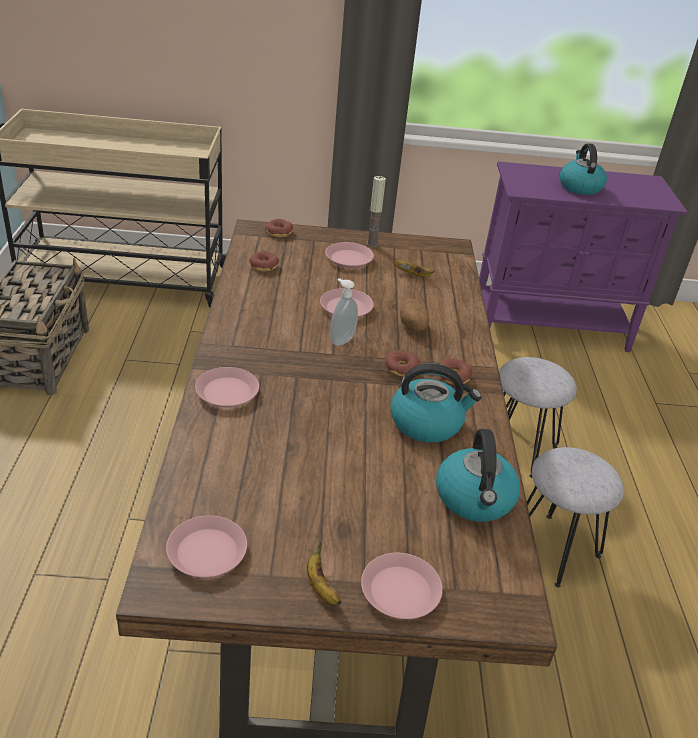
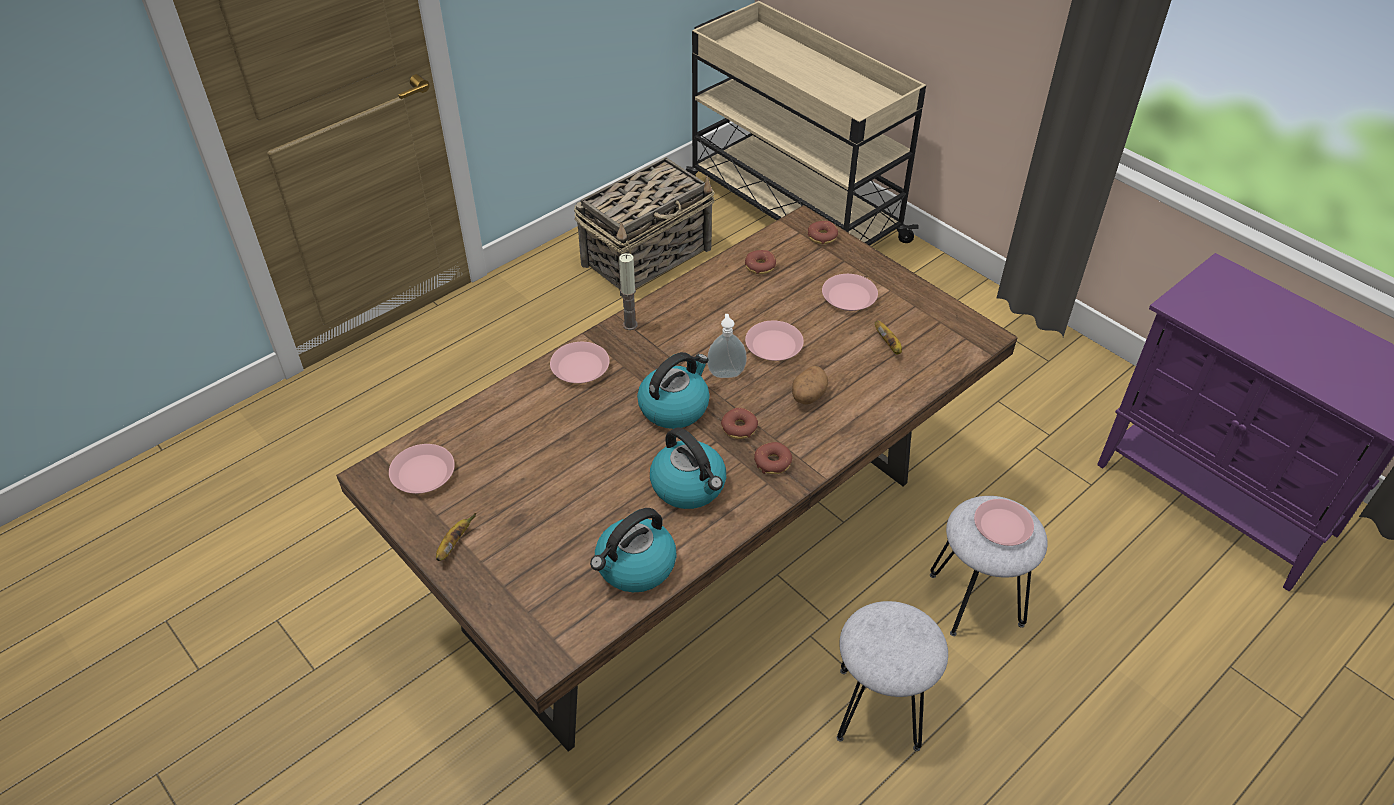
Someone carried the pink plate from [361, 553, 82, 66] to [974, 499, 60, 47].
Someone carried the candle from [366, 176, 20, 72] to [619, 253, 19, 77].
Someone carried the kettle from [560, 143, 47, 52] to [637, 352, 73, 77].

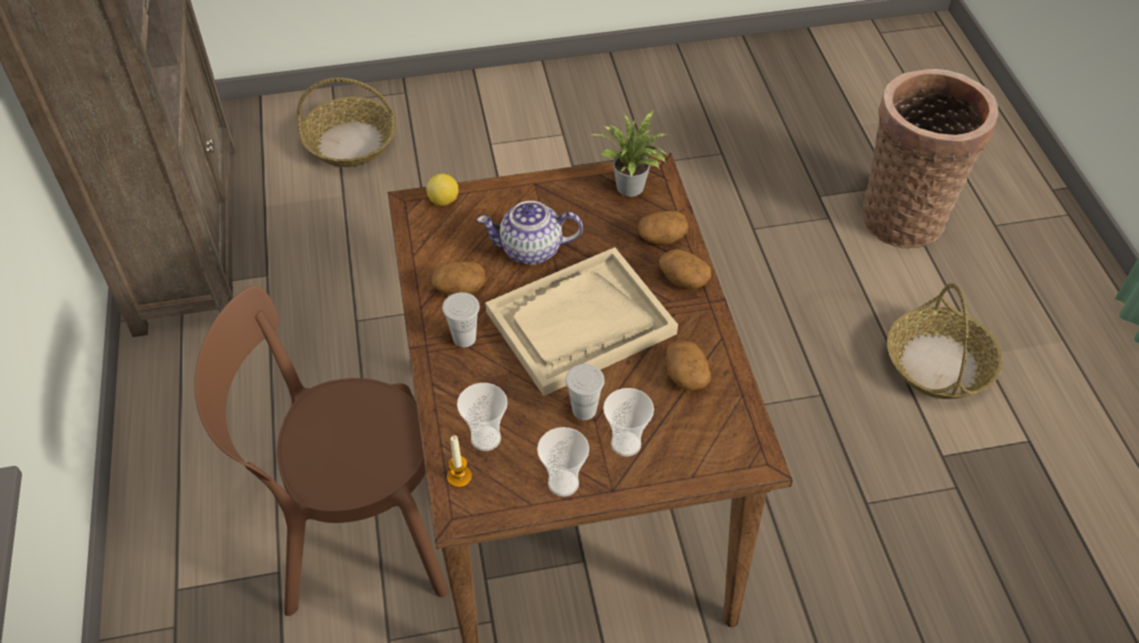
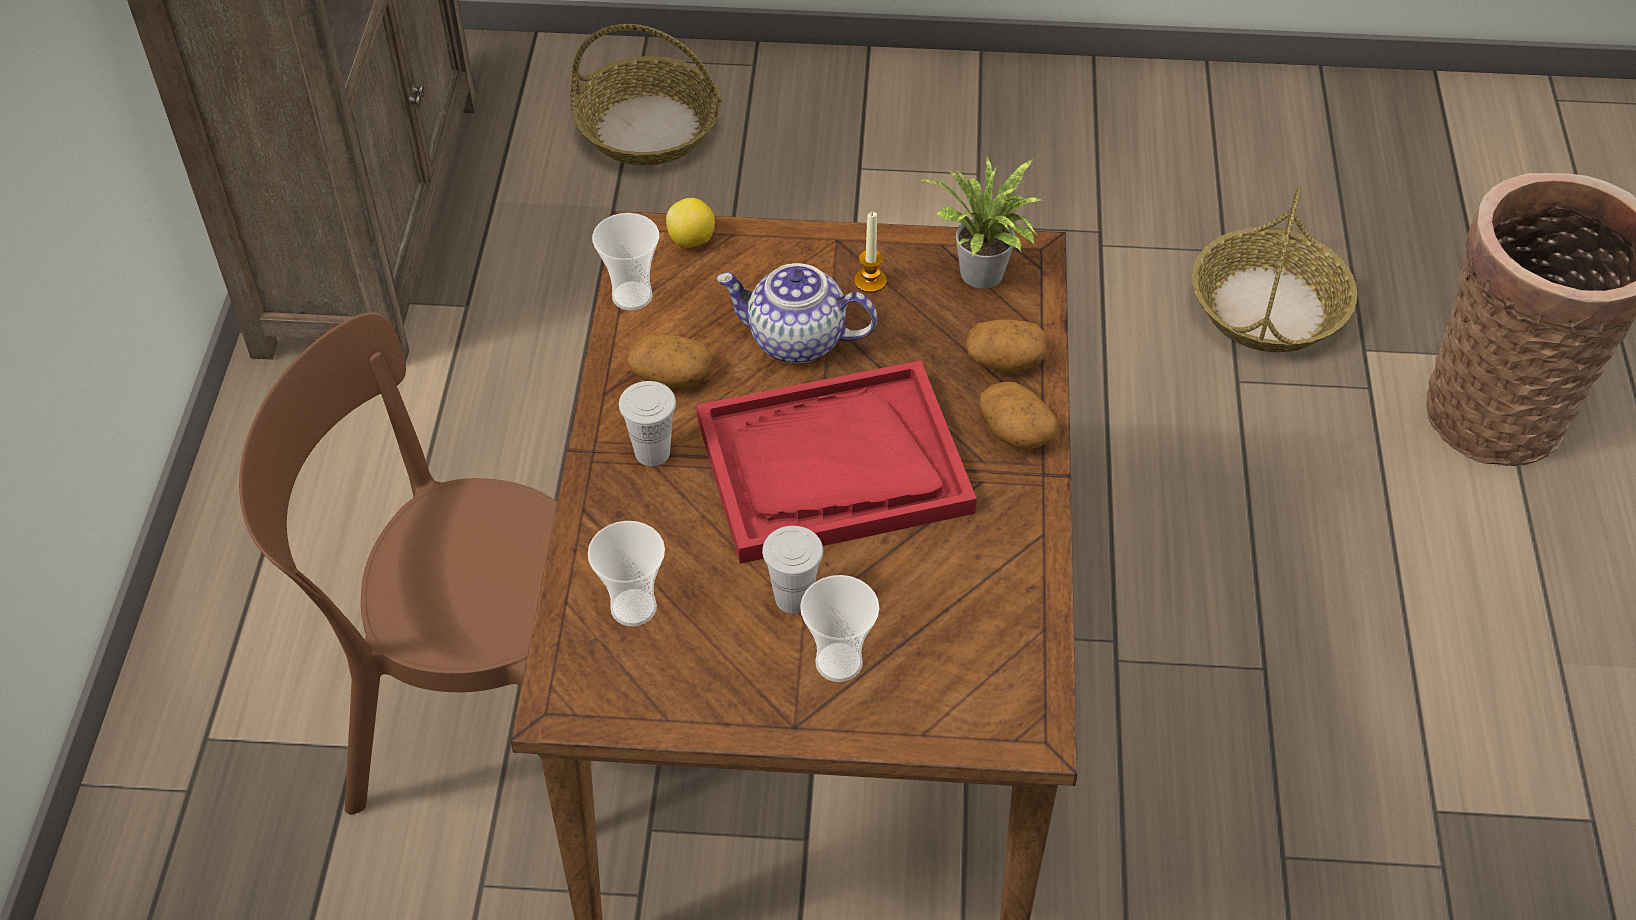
Someone carried the candle from [447, 435, 25, 53] to [854, 212, 32, 81].
Someone repainted the beige tray at [485, 247, 193, 149], which became the red tray at [696, 360, 281, 204].
Someone carried the cup from [537, 427, 52, 70] to [592, 213, 67, 97].
Someone took away the potato at [666, 341, 45, 50].
Someone carried the basket from [887, 283, 116, 116] to [1192, 186, 165, 166].

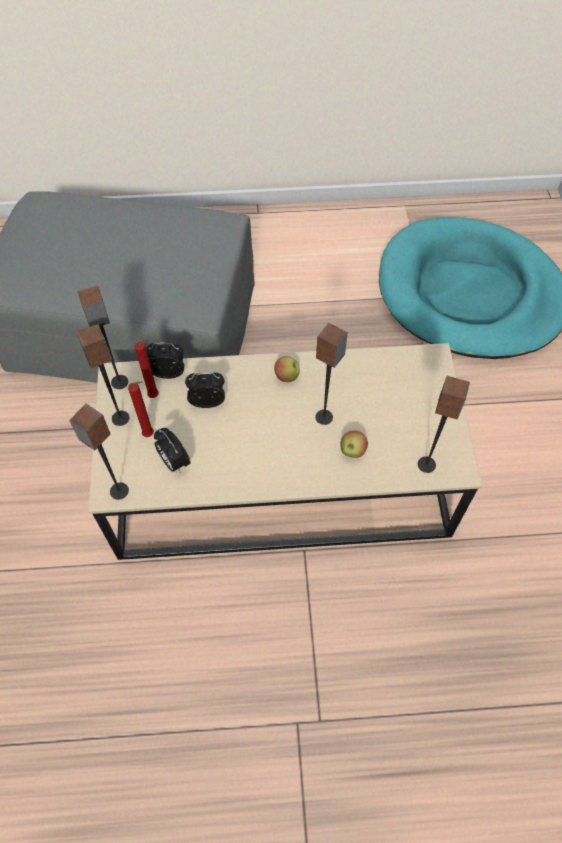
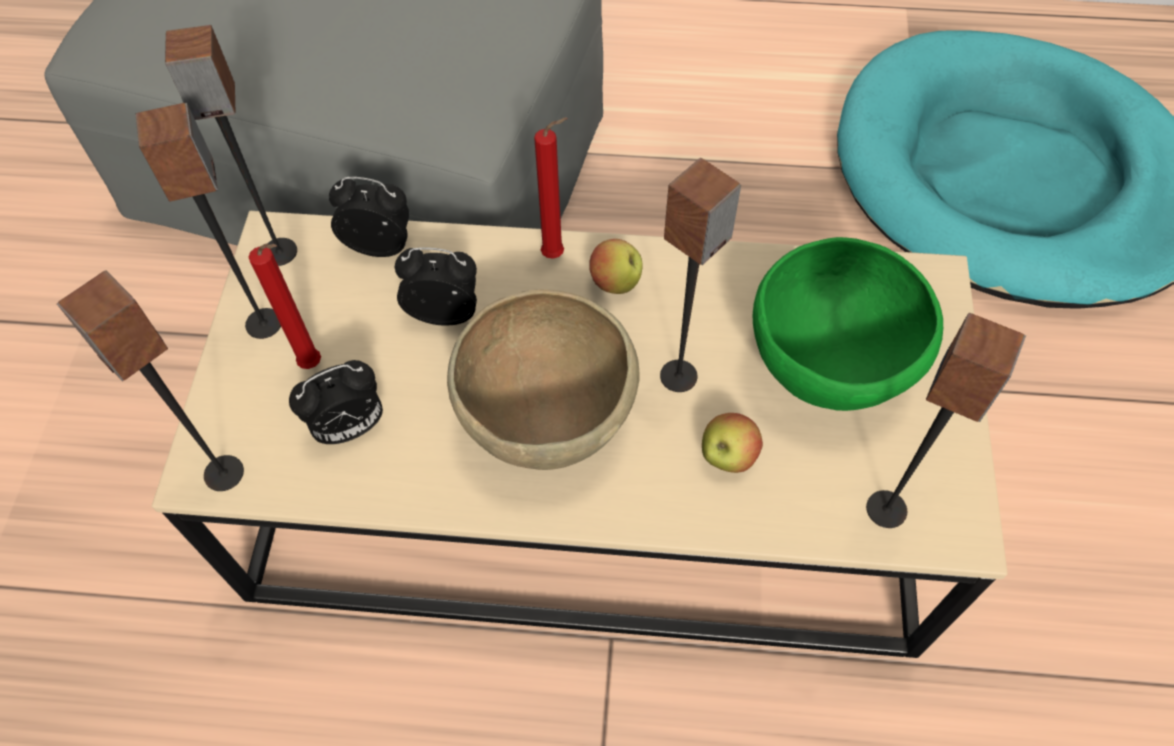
Someone carried the red candle from [135, 337, 24, 61] to [534, 117, 34, 142].
Someone rotated the alarm clock at [154, 428, 37, 45] by 90 degrees counterclockwise.
Someone put down the brown bowl at [447, 289, 193, 181].
Someone put down the green bowl at [753, 237, 190, 174].

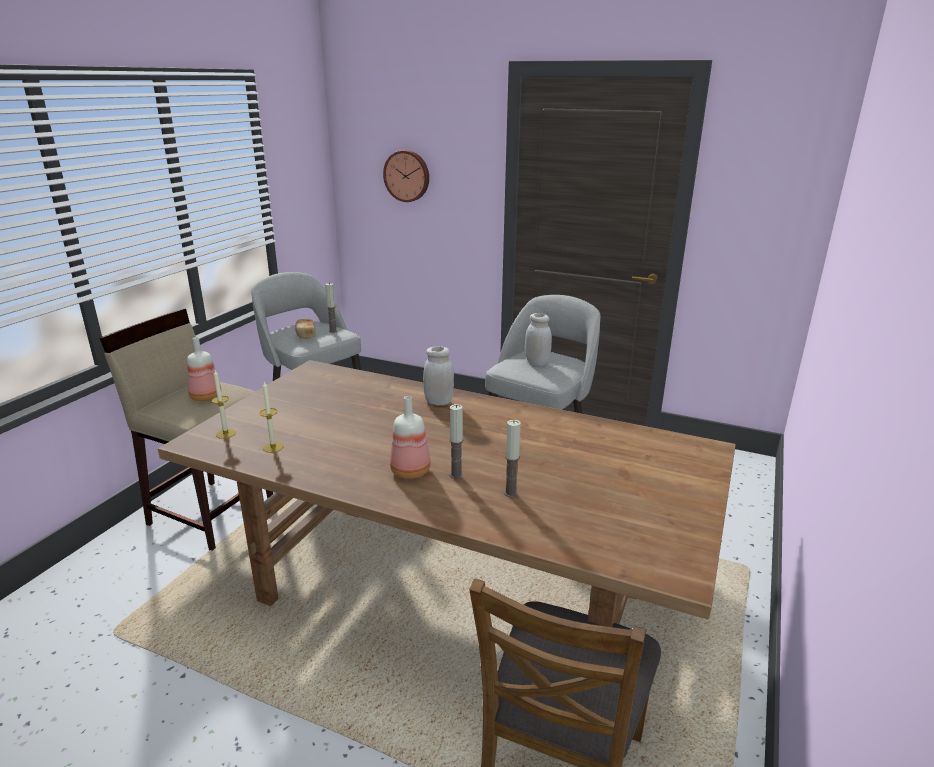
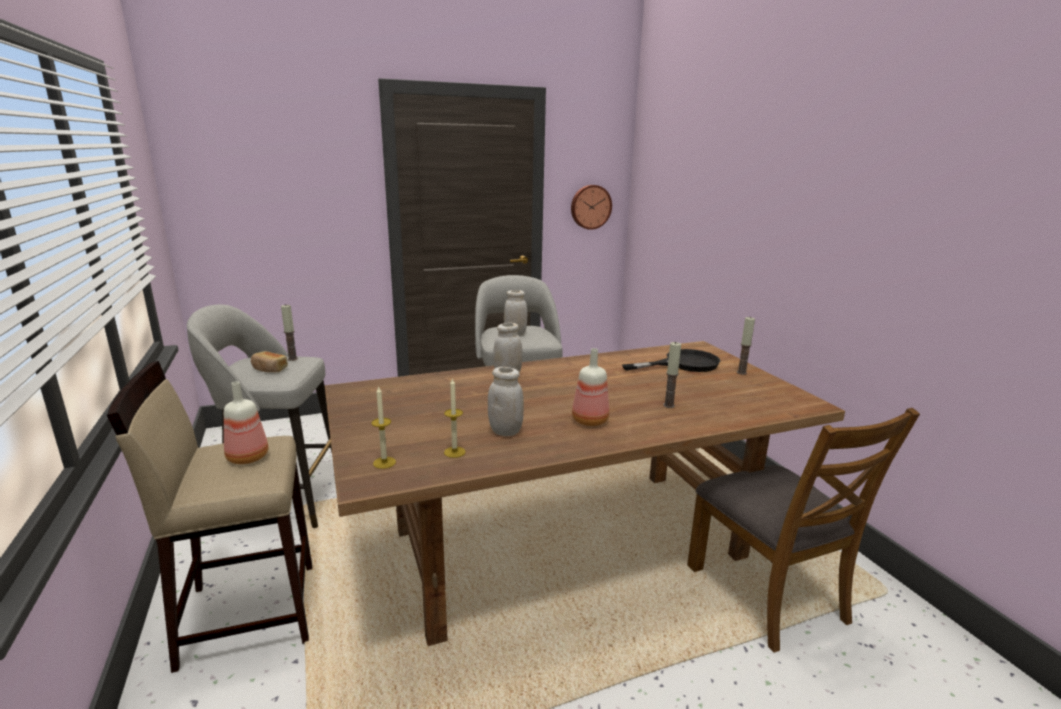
Someone carried the wall clock from [383, 150, 46, 52] to [571, 185, 41, 45].
Someone carried the candle from [449, 404, 14, 75] to [737, 316, 18, 59].
Someone put down the white jar at [488, 367, 36, 69].
Someone put down the black frying pan at [622, 349, 98, 23].

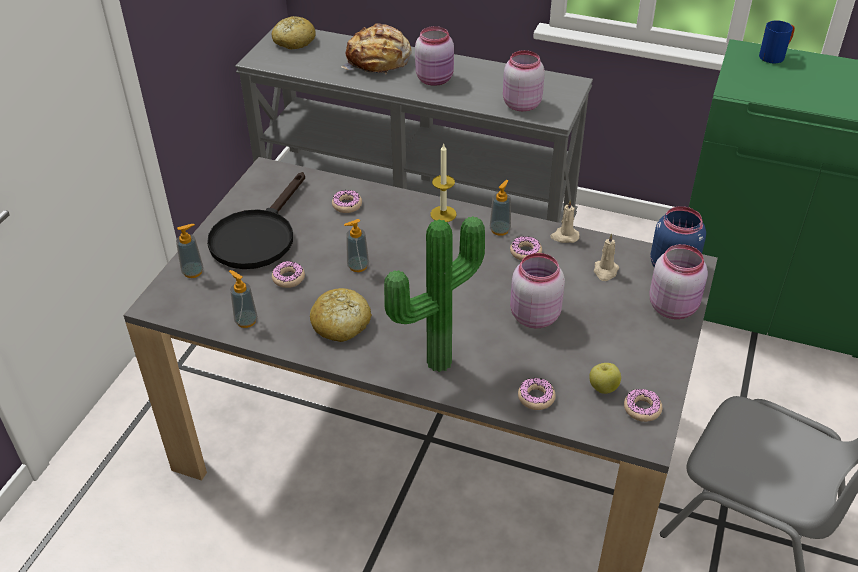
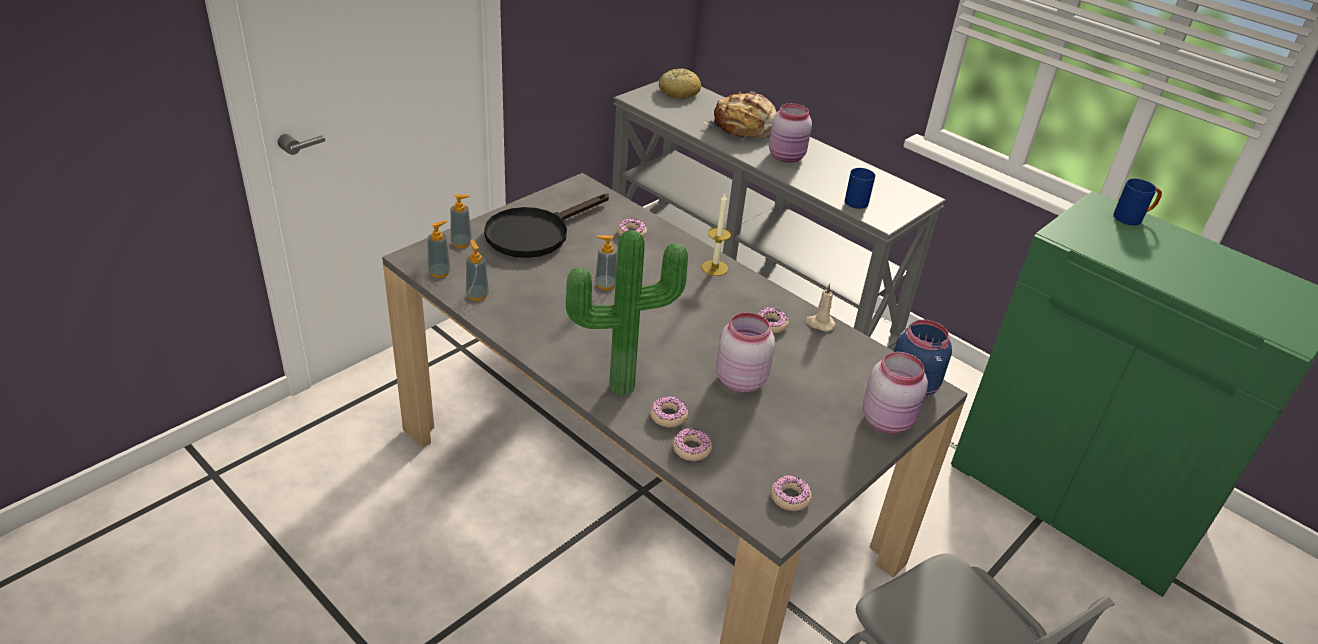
Someone carried the donut from [272, 261, 33, 27] to [650, 396, 38, 31].
Someone took away the bread at [310, 288, 62, 54].
Someone carried the soap dispenser from [490, 180, 21, 56] to [427, 221, 24, 57].
Someone swapped the pink jar at [503, 50, 42, 61] for the blue mug at [845, 168, 30, 41].
Someone took away the apple at [589, 363, 32, 31].
Someone took away the beige candle at [594, 233, 25, 48].

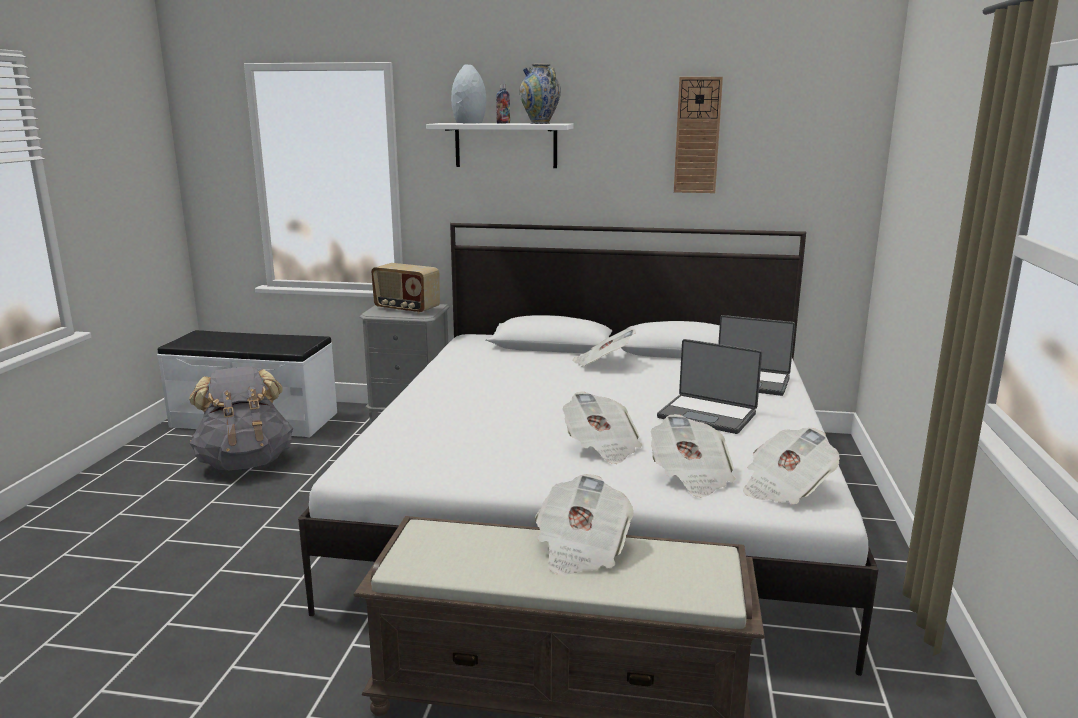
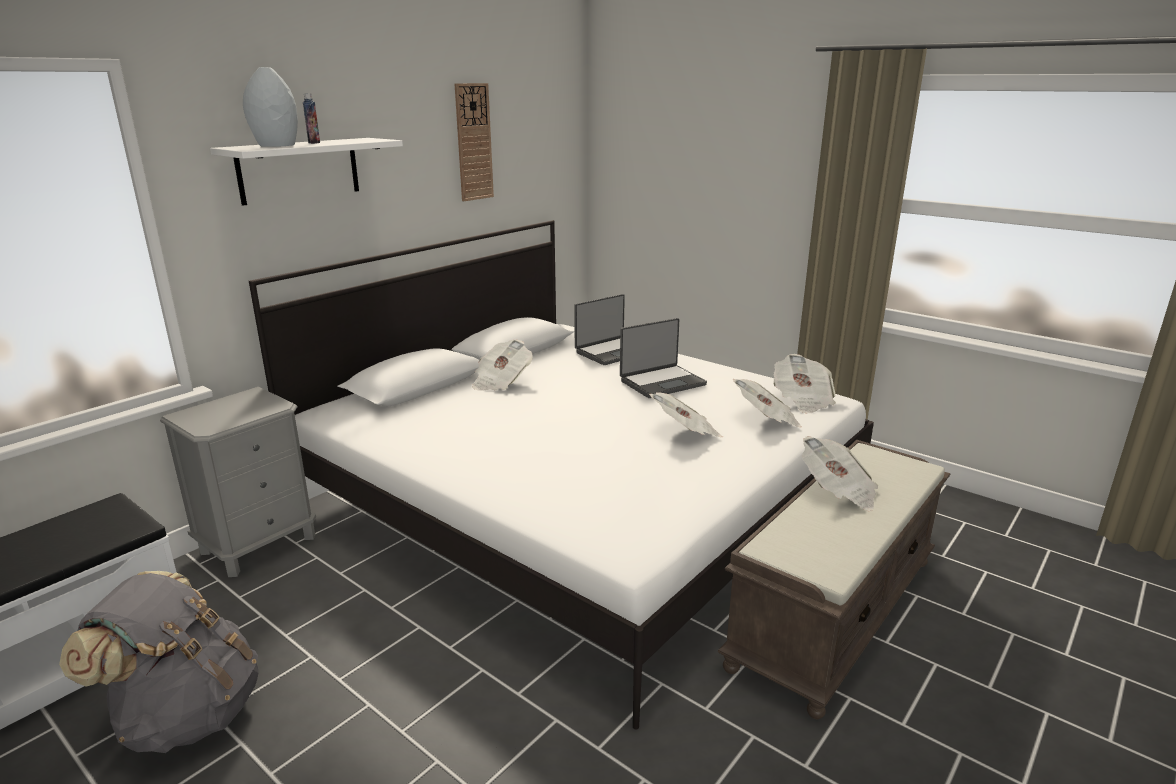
Someone took away the radio at [371, 263, 69, 51].
Someone took away the vase at [520, 64, 41, 60].

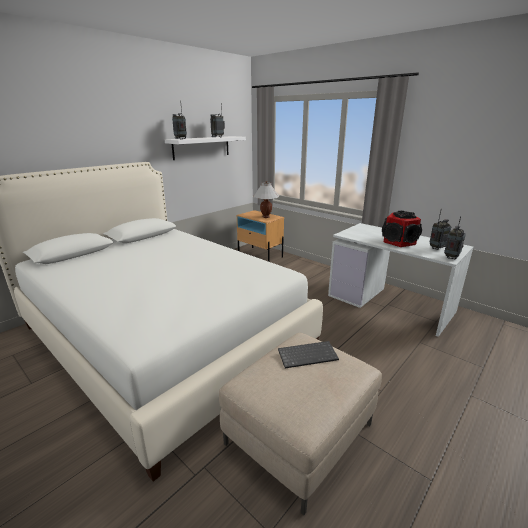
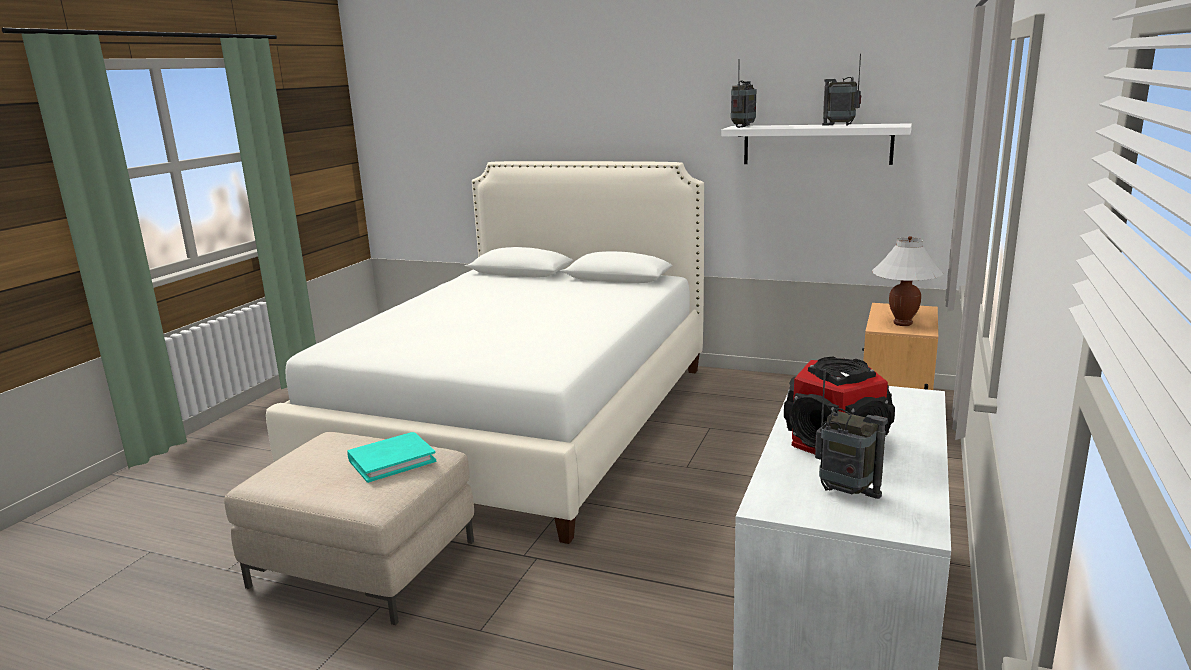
Someone swapped the keyboard at [278, 341, 61, 27] for the turquoise book at [347, 432, 89, 51].
Someone took away the radio at [444, 216, 22, 44].

